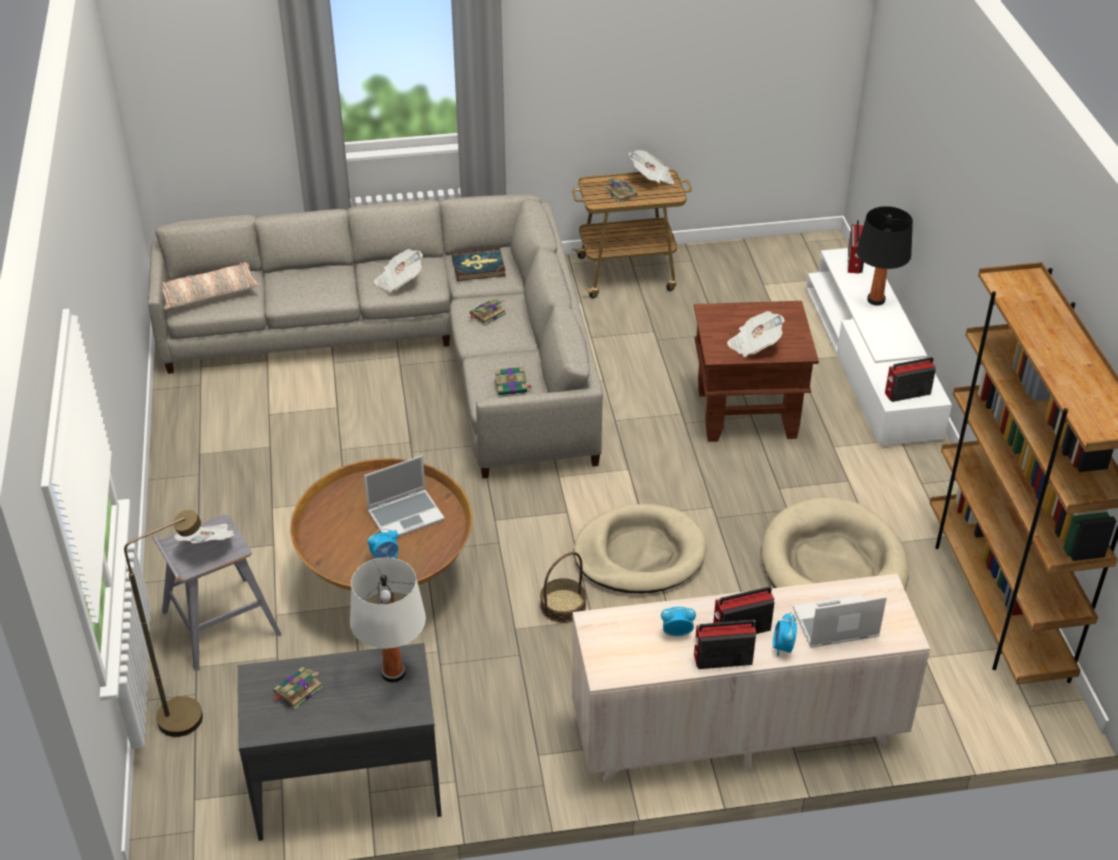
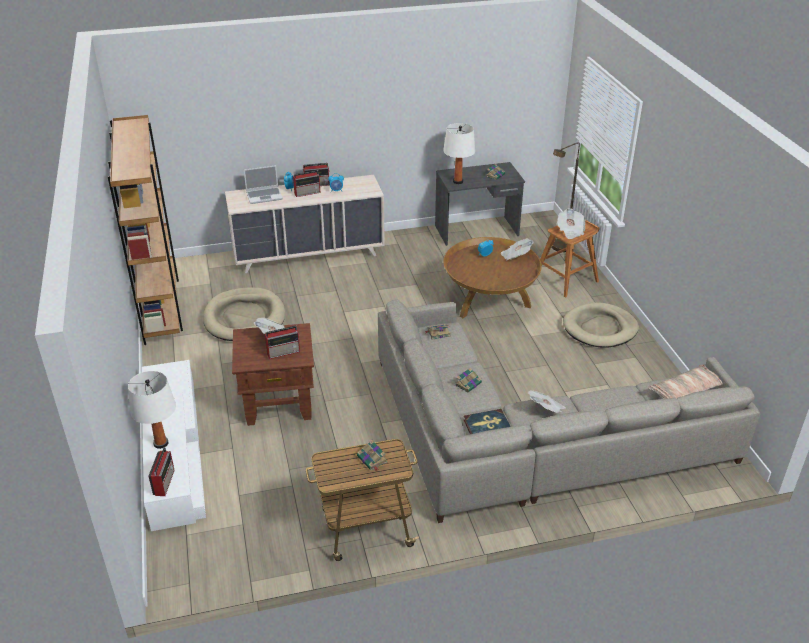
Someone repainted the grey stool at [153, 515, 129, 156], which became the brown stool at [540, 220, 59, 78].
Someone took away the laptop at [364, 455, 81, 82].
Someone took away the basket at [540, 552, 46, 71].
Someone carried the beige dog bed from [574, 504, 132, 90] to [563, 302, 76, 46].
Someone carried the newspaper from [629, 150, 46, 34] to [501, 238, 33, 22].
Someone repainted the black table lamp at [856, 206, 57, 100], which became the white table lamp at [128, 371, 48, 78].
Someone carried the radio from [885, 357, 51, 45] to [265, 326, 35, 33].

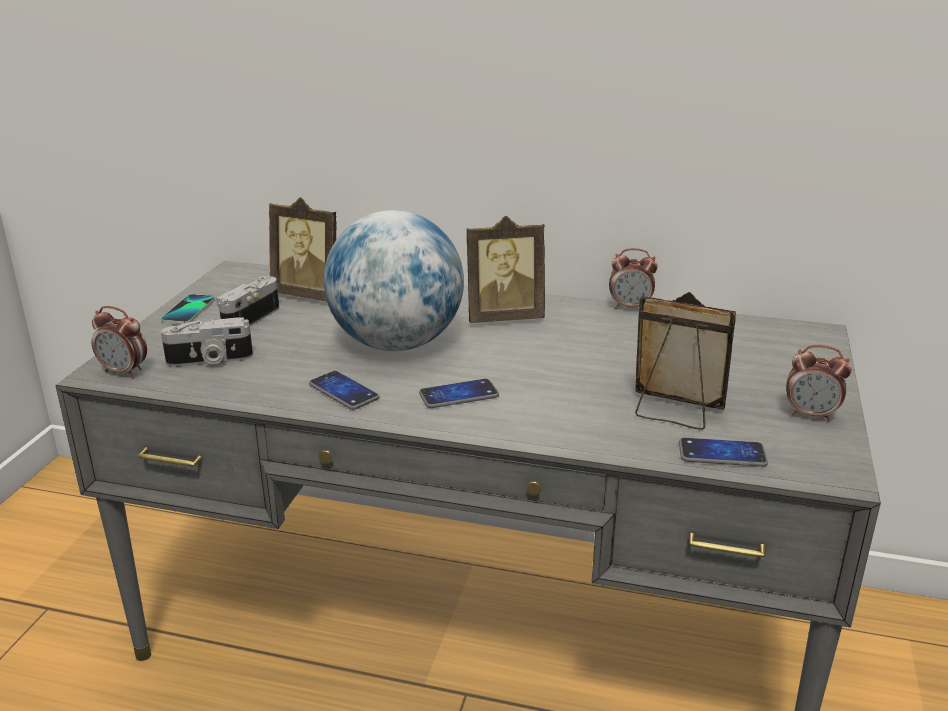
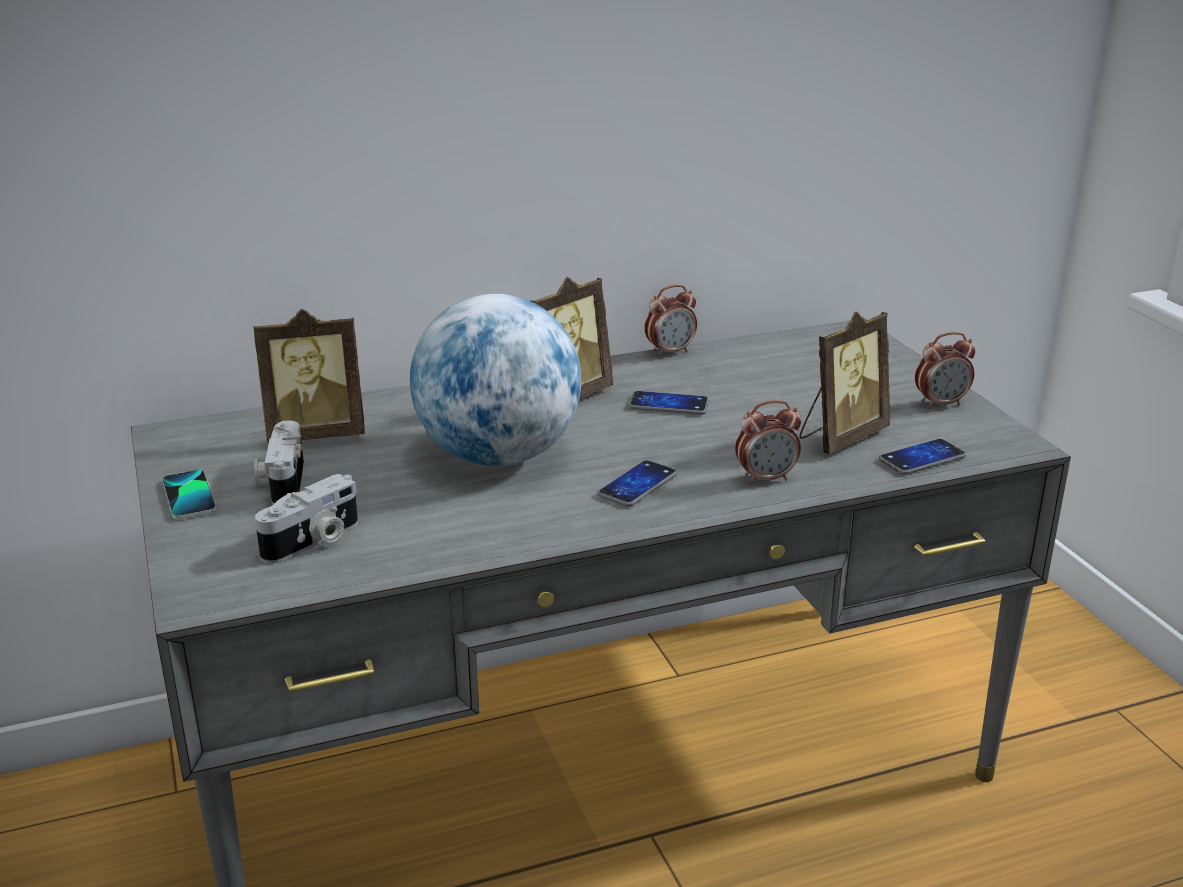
Someone carried the alarm clock from [92, 306, 55, 72] to [735, 400, 66, 85].
Someone carried the phone from [309, 371, 70, 39] to [629, 391, 80, 24].
Someone rotated the picture frame at [635, 292, 101, 138] by 150 degrees clockwise.

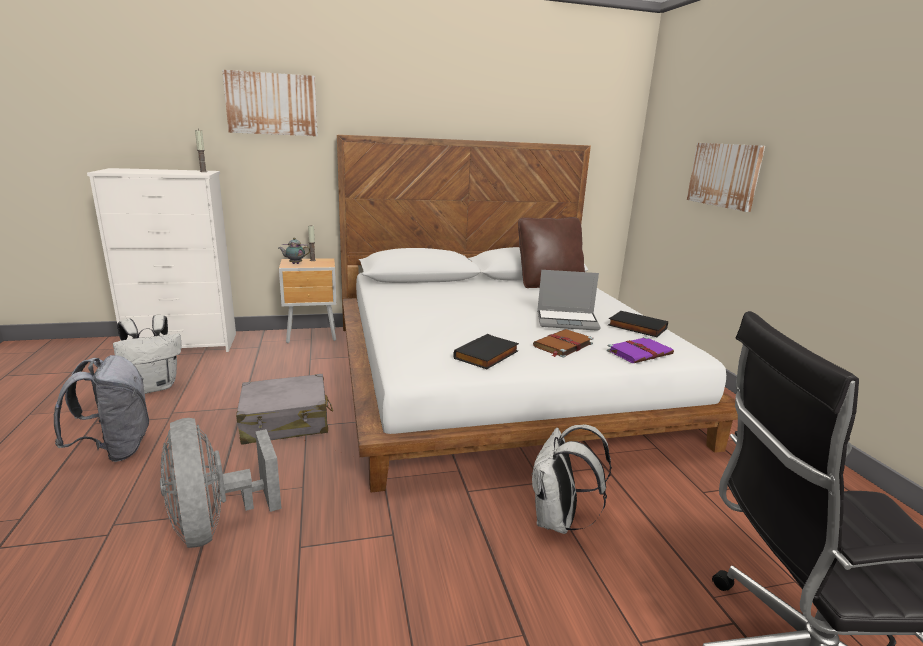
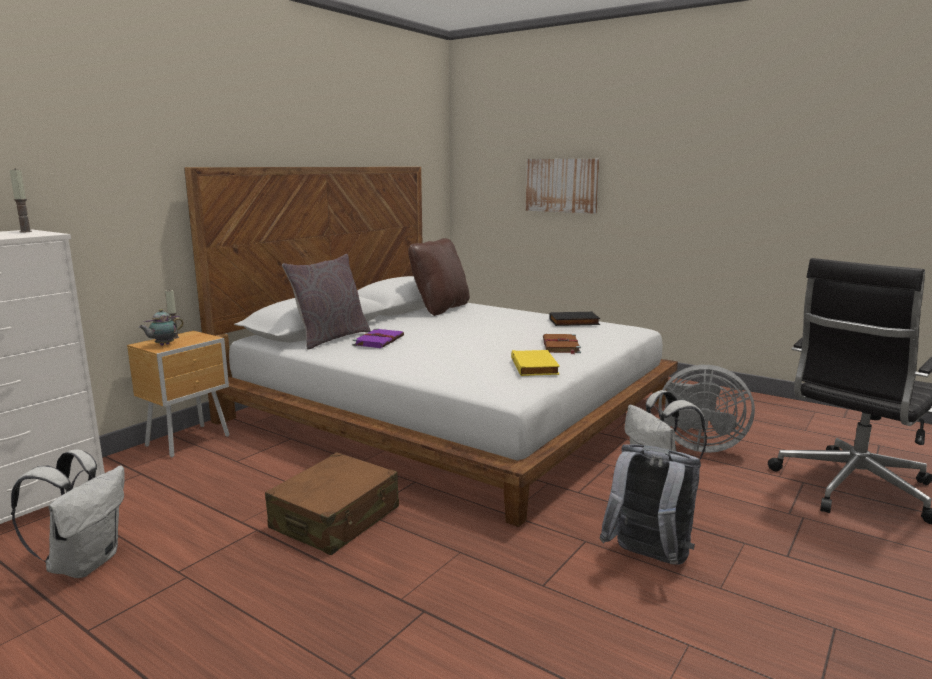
Someone carried the grey backpack from [54, 355, 95, 107] to [600, 444, 101, 121].
Someone carried the grey fan from [160, 418, 122, 130] to [658, 365, 97, 88].
Someone took away the picture at [222, 70, 96, 66].
Someone repainted the grey suitcase at [236, 374, 97, 71], which became the brown suitcase at [265, 452, 134, 103].
Someone repainted the black book at [453, 334, 66, 35], which became the yellow book at [511, 350, 49, 26].
Someone took away the laptop at [537, 270, 63, 61].
Someone carried the purple book from [607, 337, 67, 26] to [353, 328, 51, 20].
Someone put down the grey pillow at [282, 254, 89, 96].

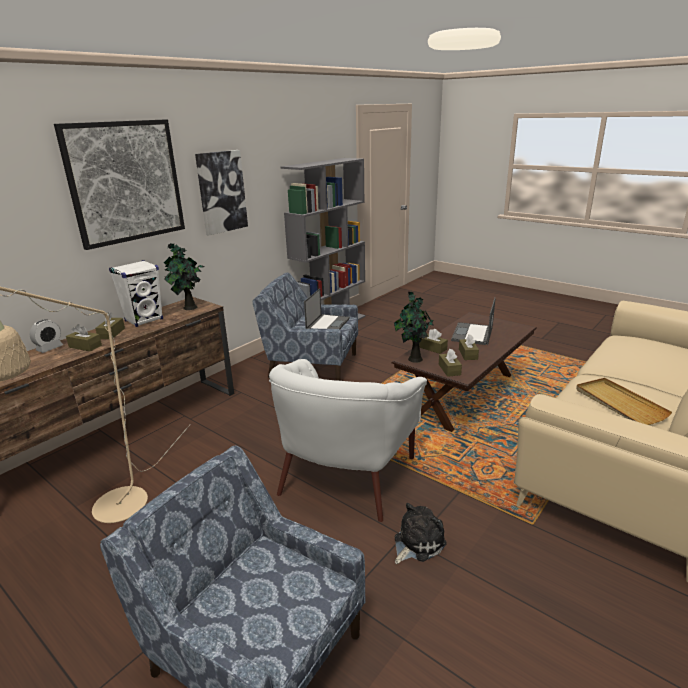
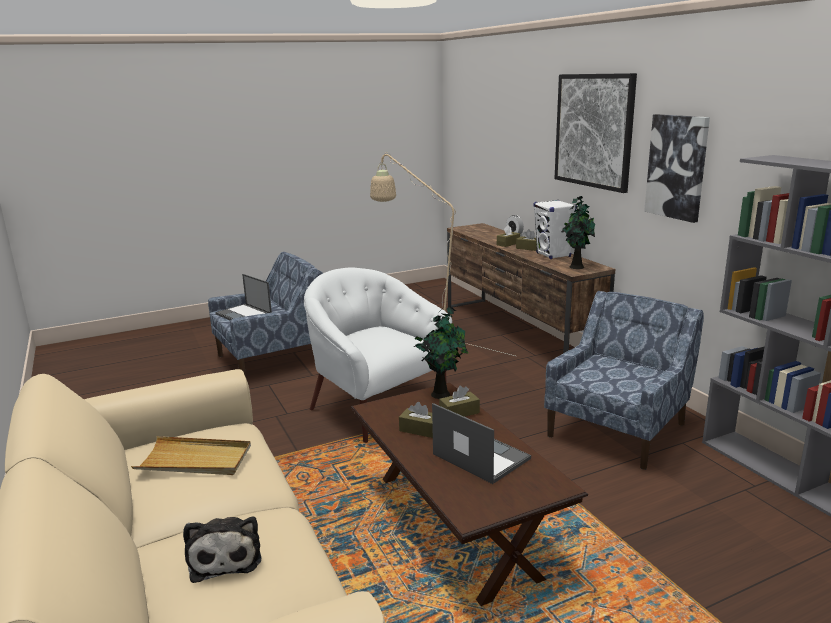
Someone carried the laptop from [304, 288, 46, 41] to [215, 274, 57, 47].
Someone carried the plush toy from [394, 503, 53, 61] to [183, 517, 78, 66].
Someone took away the brown tissue box at [439, 349, 23, 28].

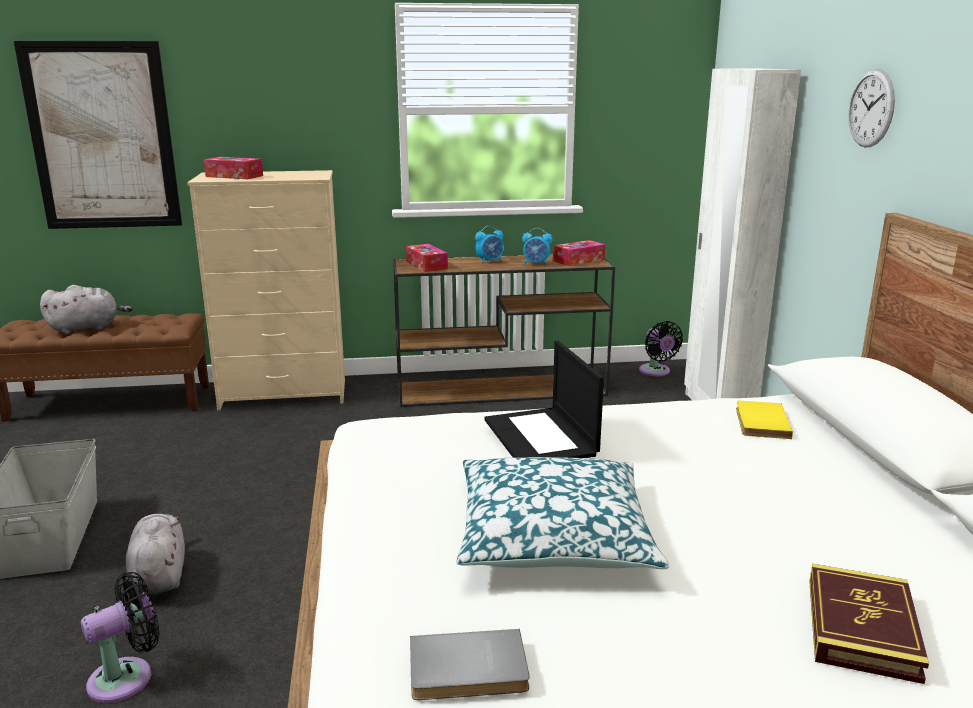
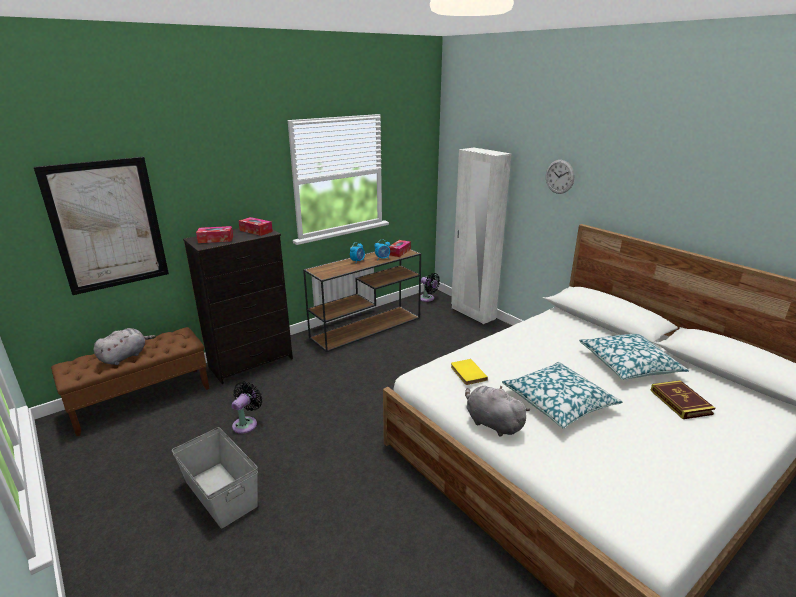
Someone carried the black fan from [81, 572, 79, 131] to [231, 382, 31, 52].
Someone carried the grey plush toy from [126, 514, 59, 80] to [465, 385, 65, 52].
Someone repainted the beige dresser at [187, 170, 158, 240], which became the black dresser at [183, 228, 110, 156].
Someone carried the tissue box from [406, 244, 42, 28] to [239, 217, 34, 19].
Someone took away the grey book at [410, 629, 120, 71].
Someone took away the laptop at [485, 341, 119, 117].
Someone carried the yellow book from [736, 401, 57, 38] to [451, 359, 37, 26].
Someone put down the pillow at [579, 334, 110, 46].

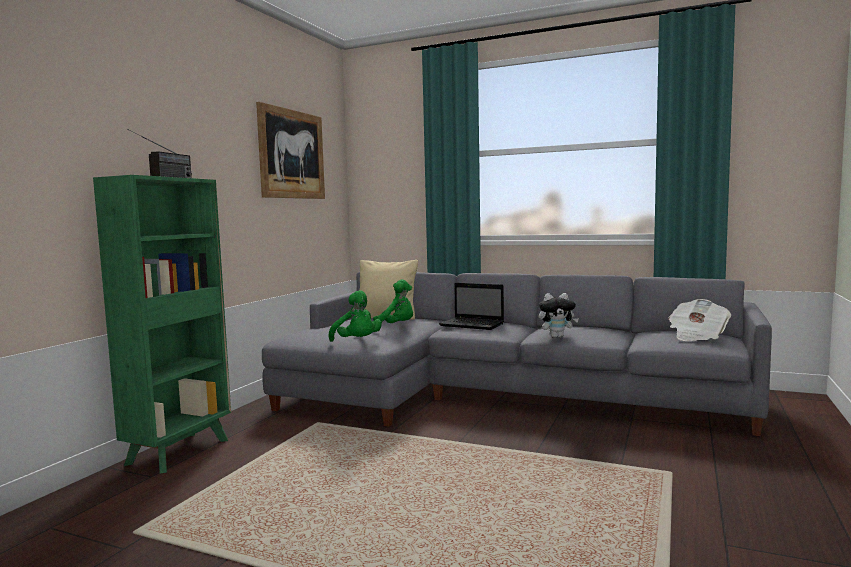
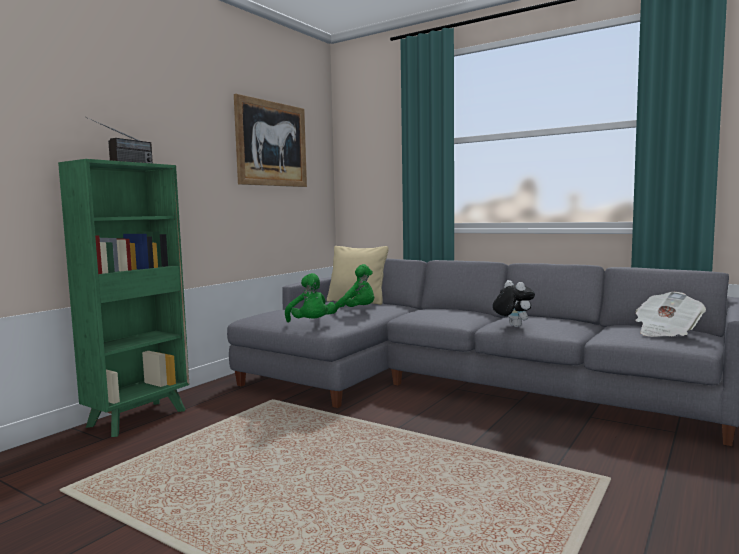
Someone took away the laptop at [439, 283, 65, 47].
Someone rotated the plush toy at [539, 293, 40, 45] by 120 degrees counterclockwise.

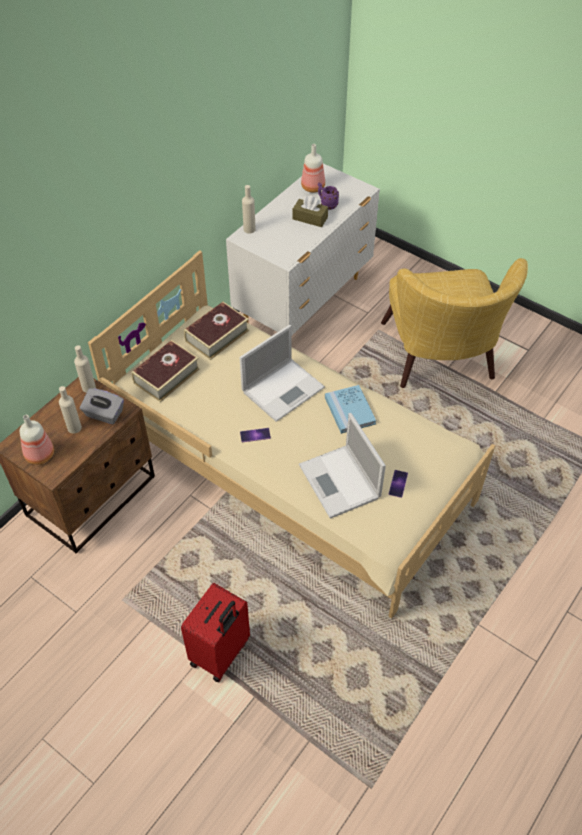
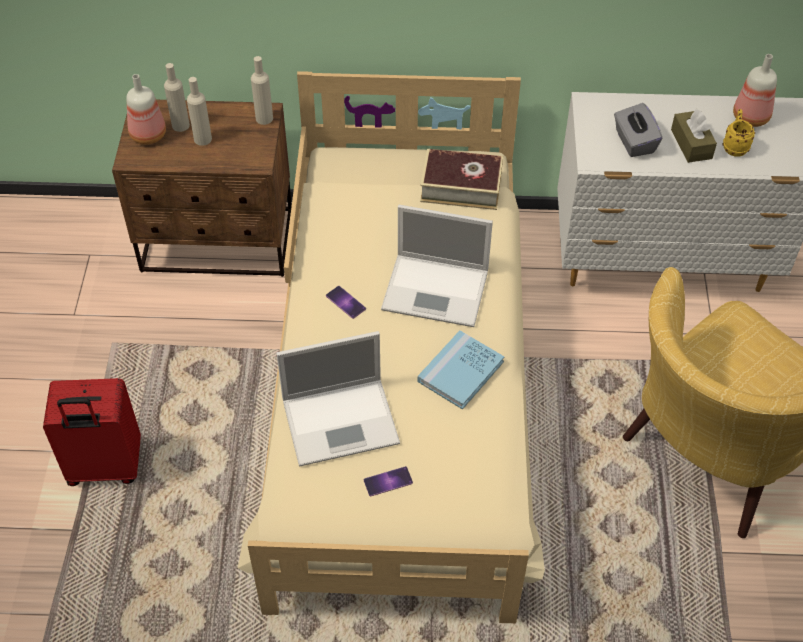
Someone carried the grey tissue box from [80, 388, 44, 36] to [614, 103, 48, 54].
Someone took away the book at [131, 340, 69, 62].
Someone carried the beige bottle from [242, 185, 14, 49] to [164, 63, 26, 69].
Someone rotated the laptop at [299, 413, 87, 106] by 135 degrees counterclockwise.
Someone repainted the purple mug at [318, 183, 21, 27], which became the yellow mug at [723, 109, 32, 48].

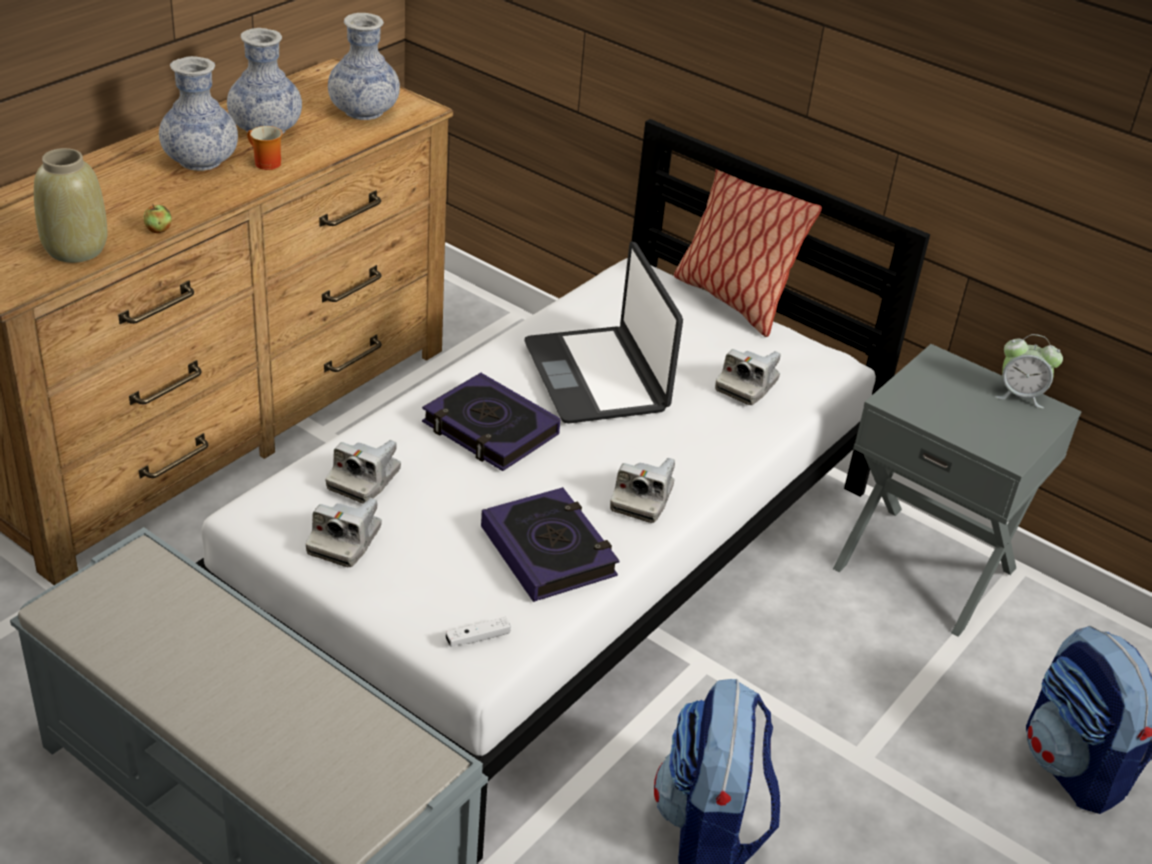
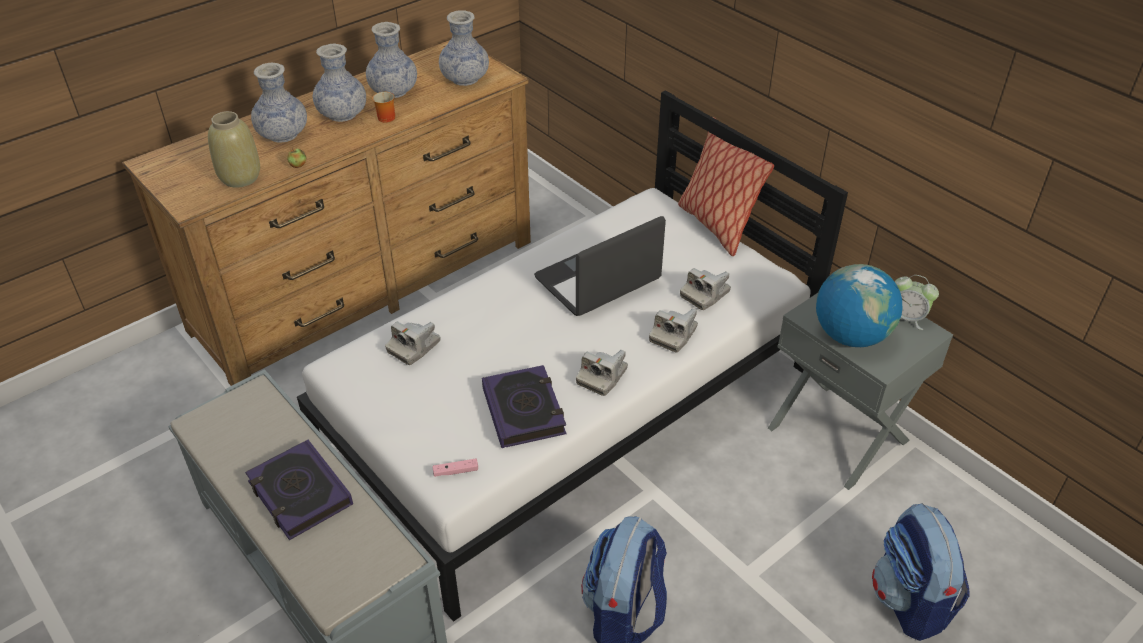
Someone carried the photo camera from [306, 498, 76, 69] to [649, 308, 49, 44].
Someone carried the book from [422, 373, 139, 98] to [245, 440, 108, 100].
Someone repainted the white game controller at [446, 617, 65, 30], which became the pink game controller at [432, 458, 46, 19].
Someone rotated the laptop at [524, 241, 159, 183] by 60 degrees clockwise.
Someone put down the vase at [251, 63, 56, 80].
Someone put down the globe at [816, 264, 86, 83].

